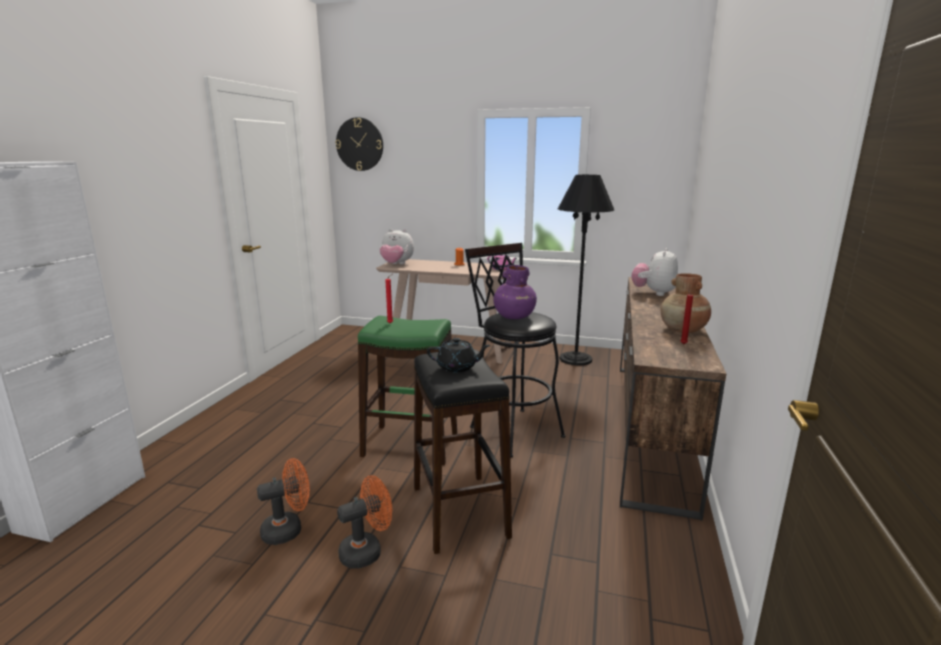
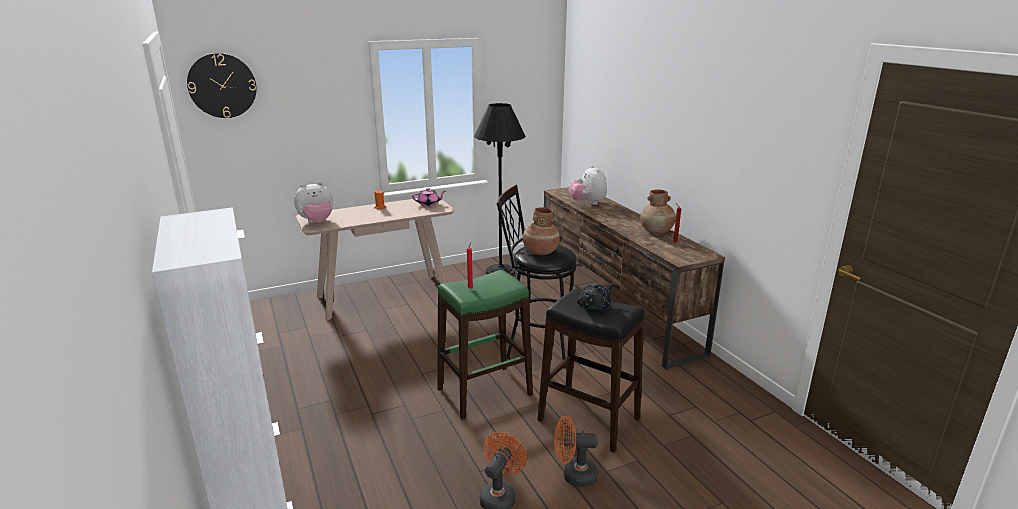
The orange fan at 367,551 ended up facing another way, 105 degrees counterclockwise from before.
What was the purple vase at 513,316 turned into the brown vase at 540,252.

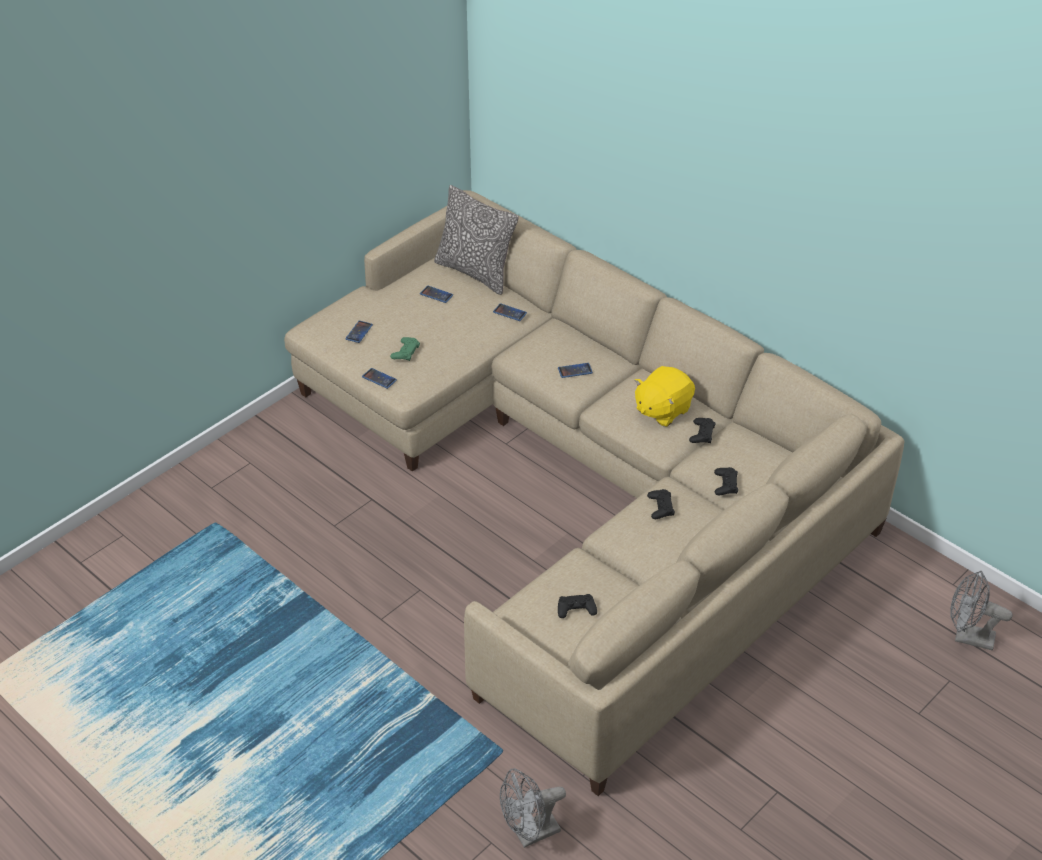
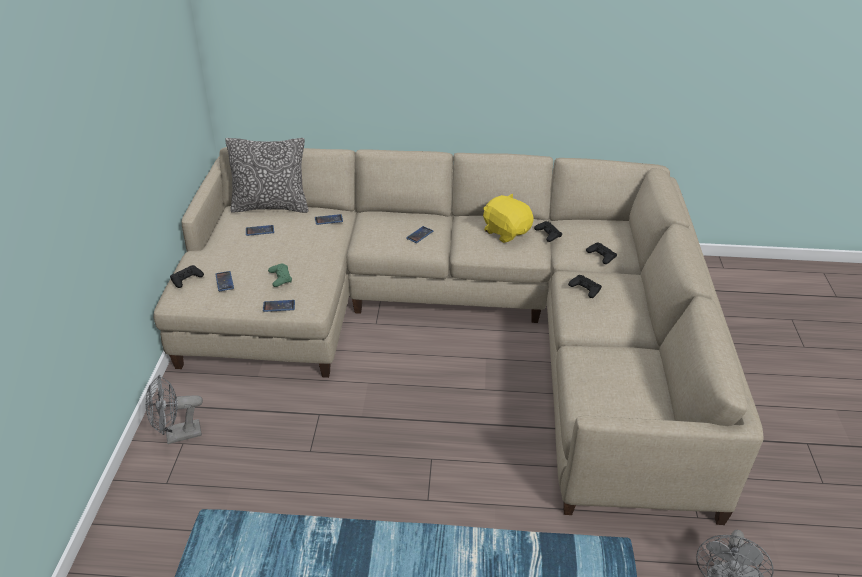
The black game controller ended up elsewhere, having gone from 576,609 to 186,279.
The yellow plush toy at 662,410 ended up facing another way, 135 degrees clockwise from before.
The grey fan ended up elsewhere, having gone from 967,637 to 177,435.

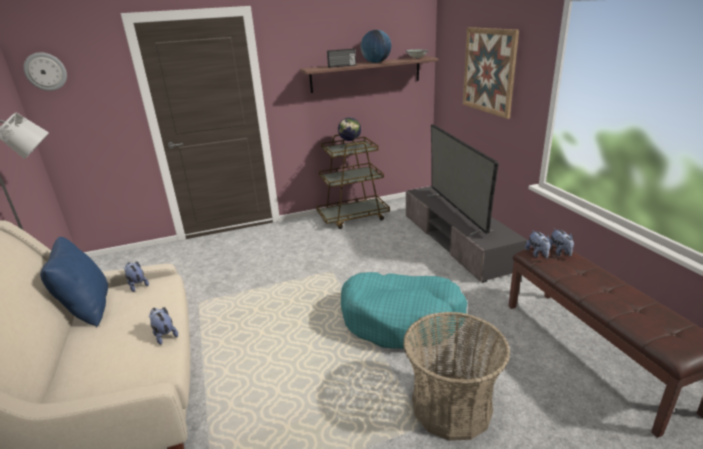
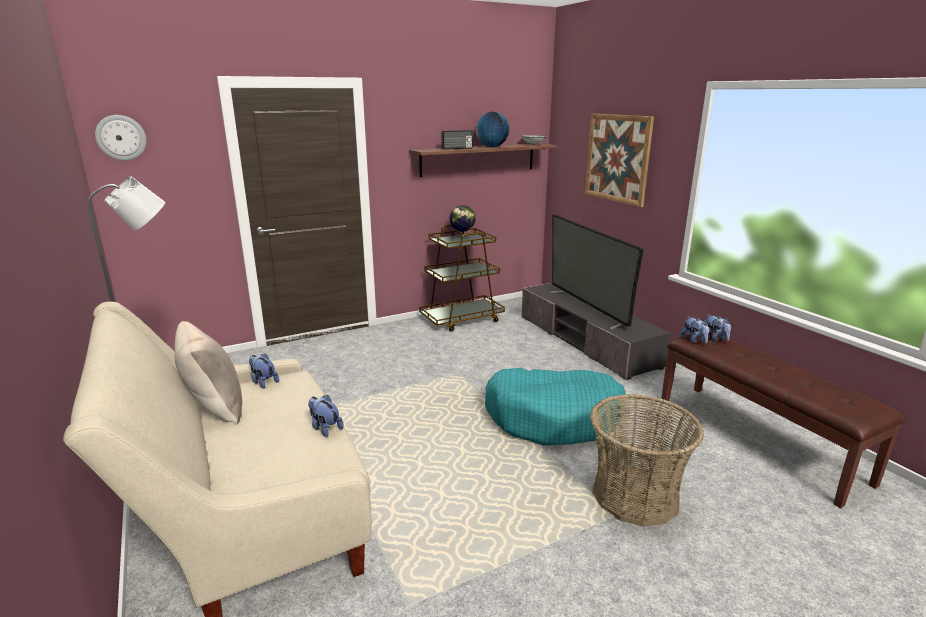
What was the blue pillow at 87,309 turned into the beige pillow at 214,407.

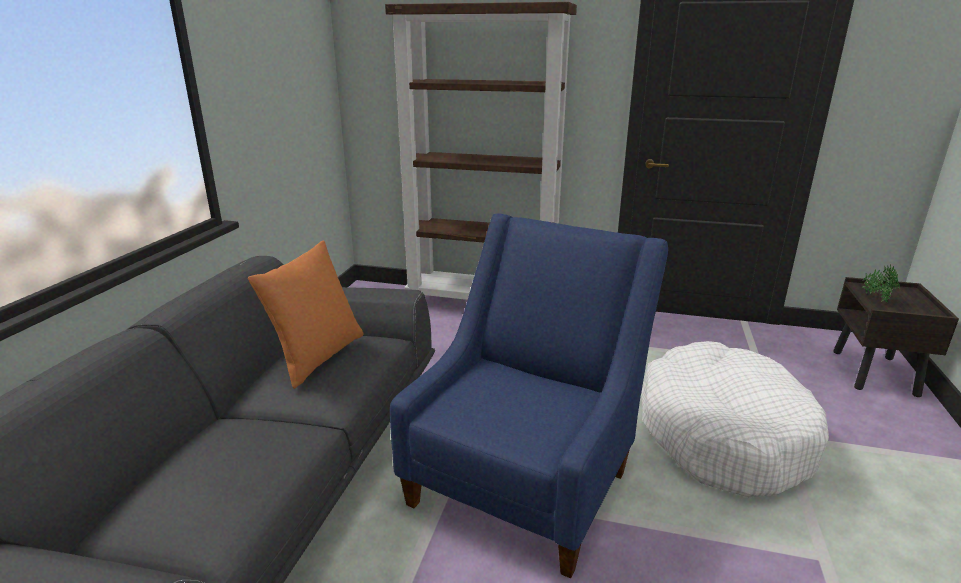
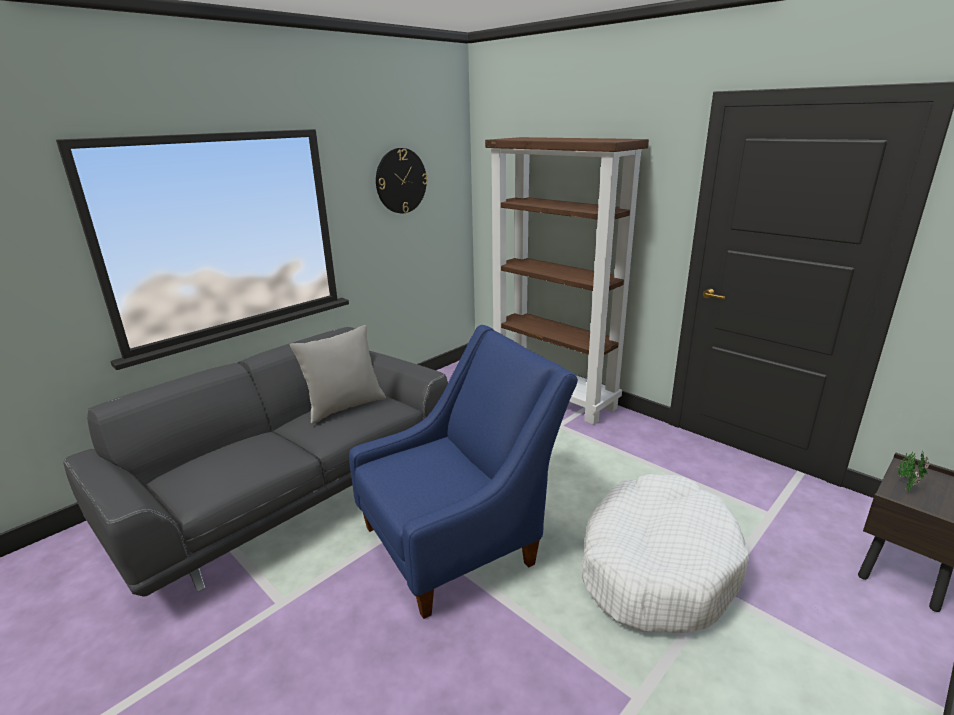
What was the orange pillow at 317,357 turned into the grey pillow at 344,407.
The second view gained the wall clock at 401,181.

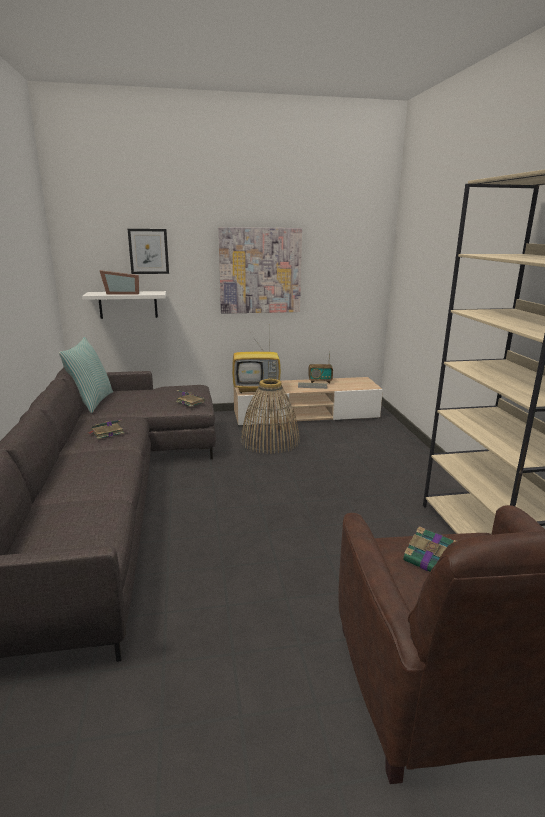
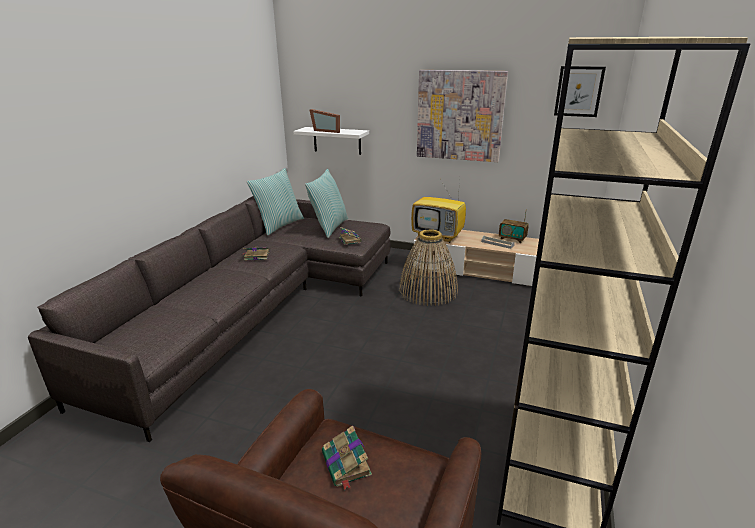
The picture ended up elsewhere, having gone from 148,251 to 578,91.
The second view gained the pillow at 329,227.

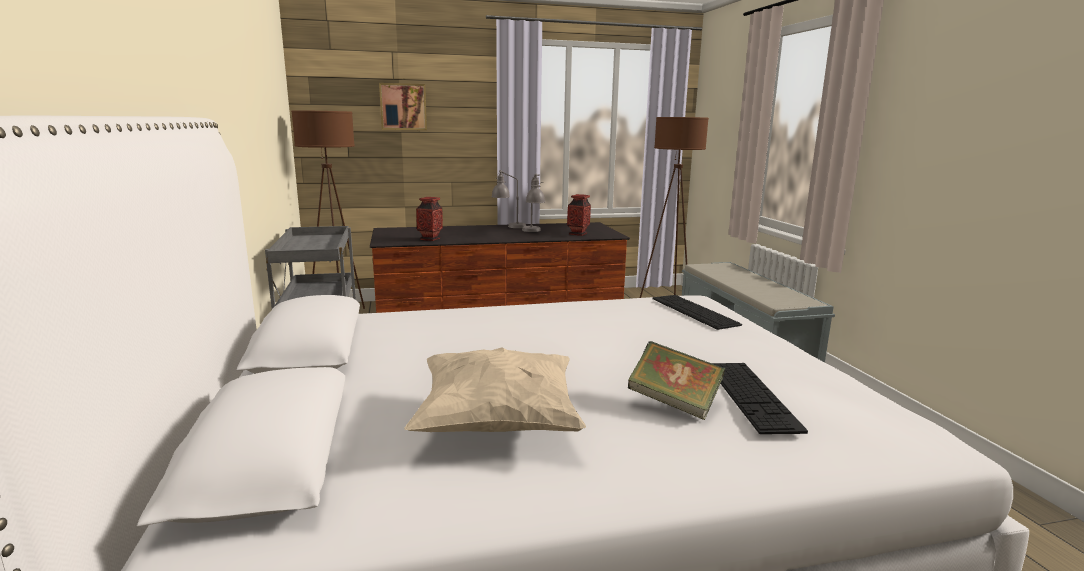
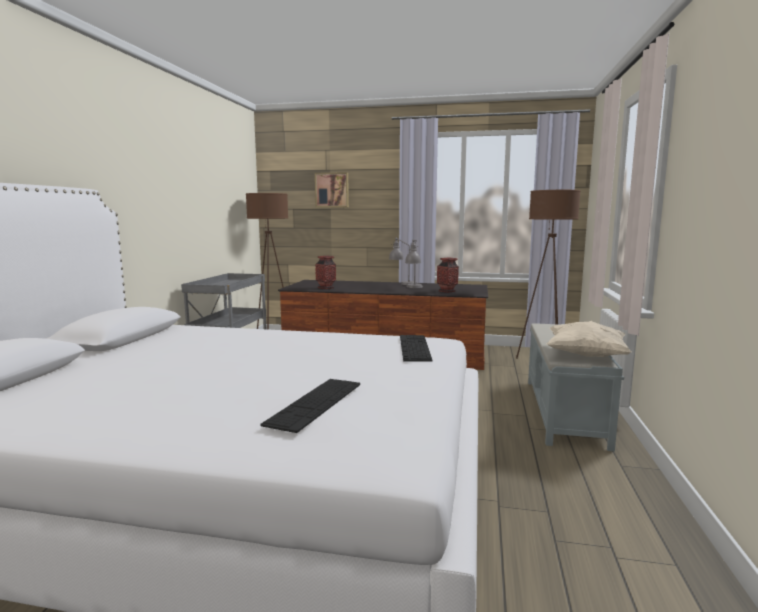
The beige pillow ended up elsewhere, having gone from 497,423 to 585,356.
The second view lost the book at 674,403.

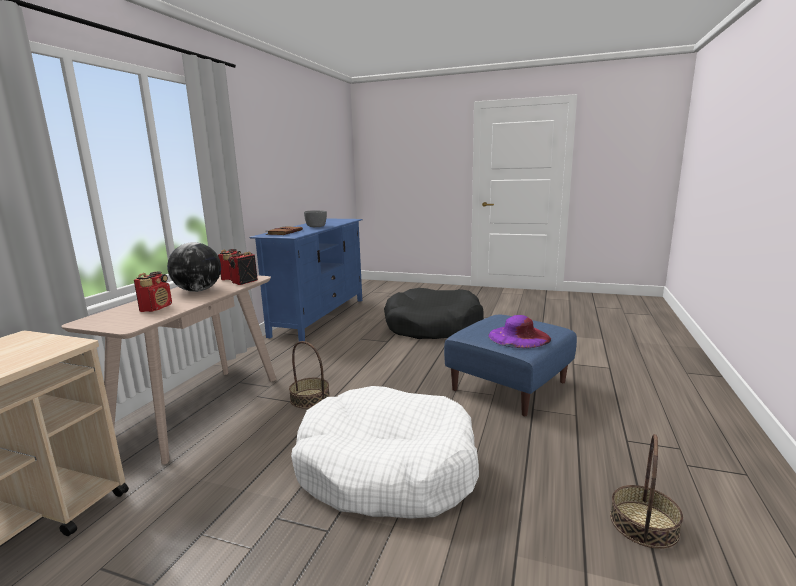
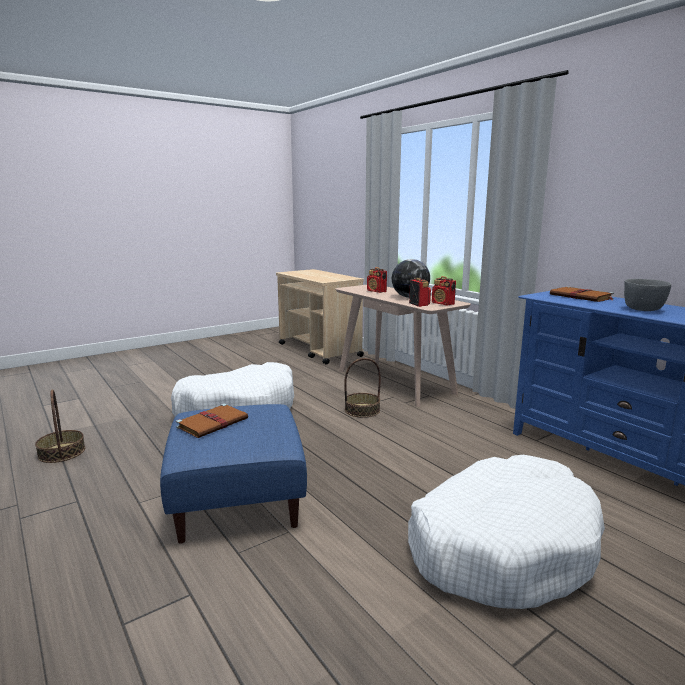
What was the black dog bed at 433,326 turned into the white dog bed at 501,546.
Where the purple hat stood at 519,336, the brown book came to stand at 213,423.

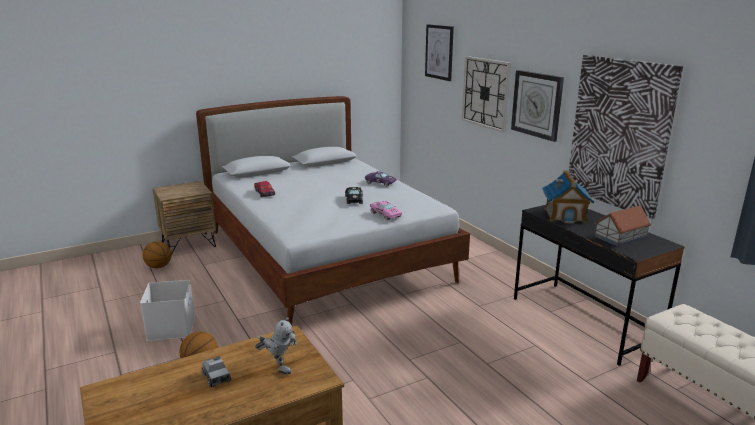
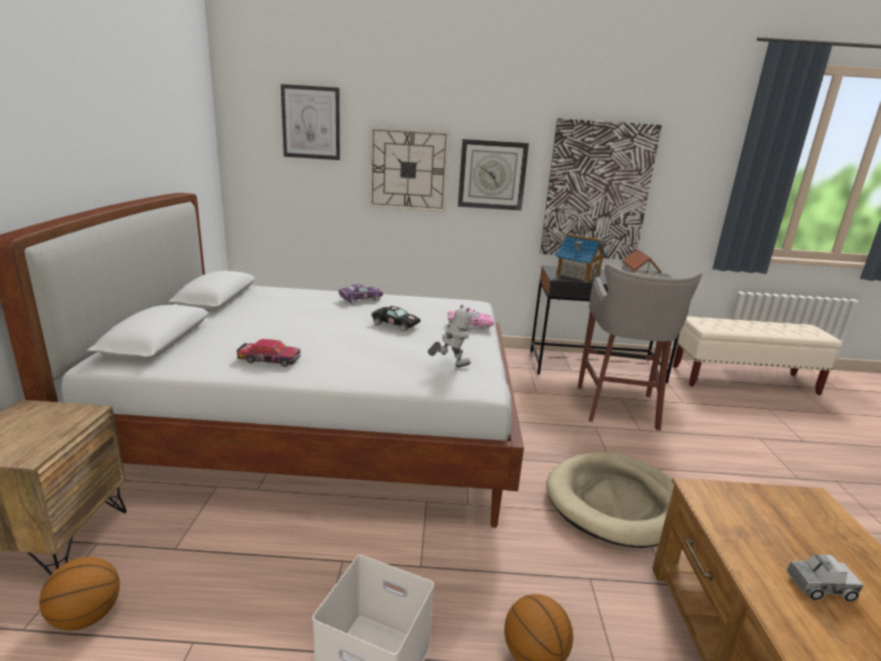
The toy robot ended up elsewhere, having gone from 278,367 to 450,366.
The second view gained the beige dog bed at 617,503.
The second view gained the grey stool at 618,408.

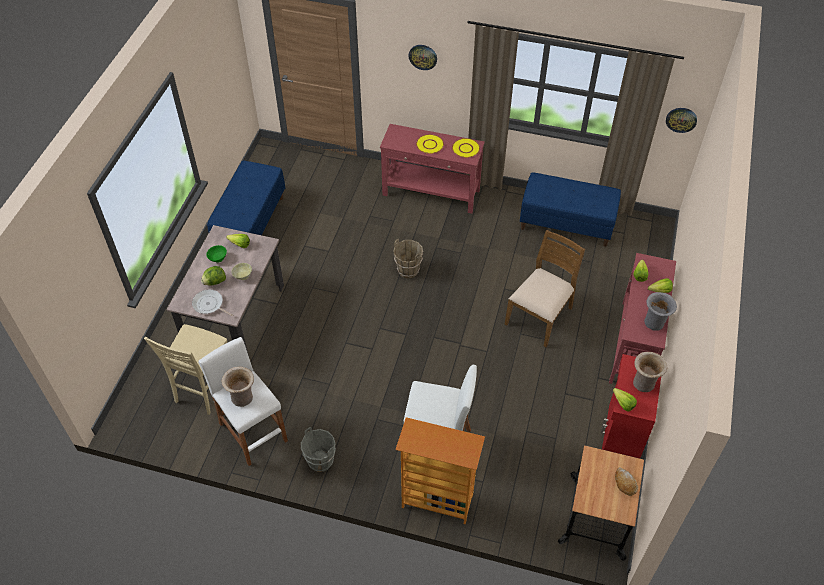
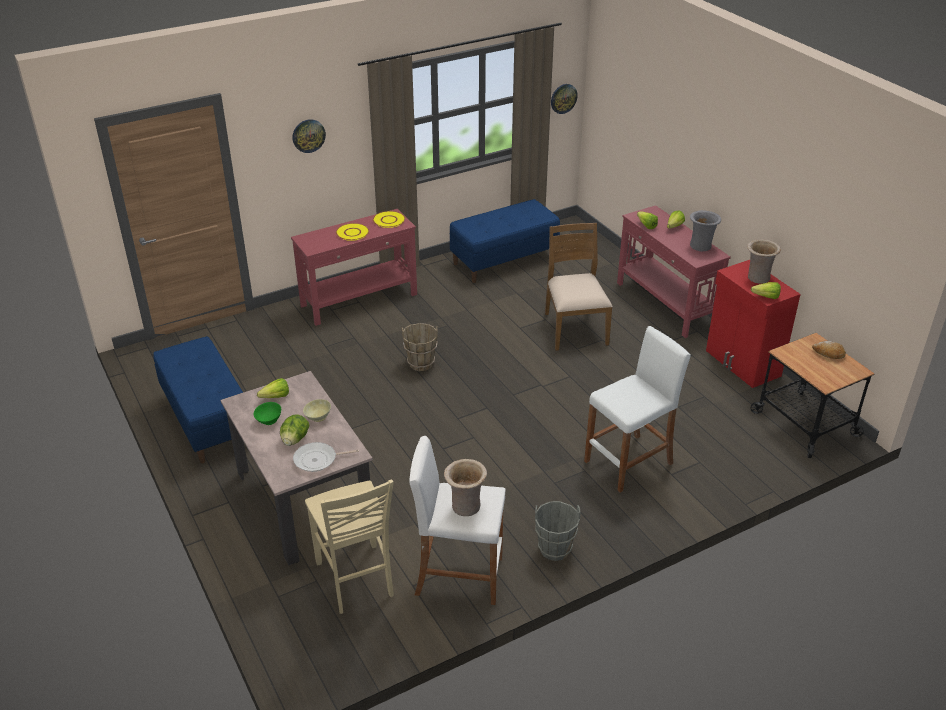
The second view lost the bookcase at 437,502.

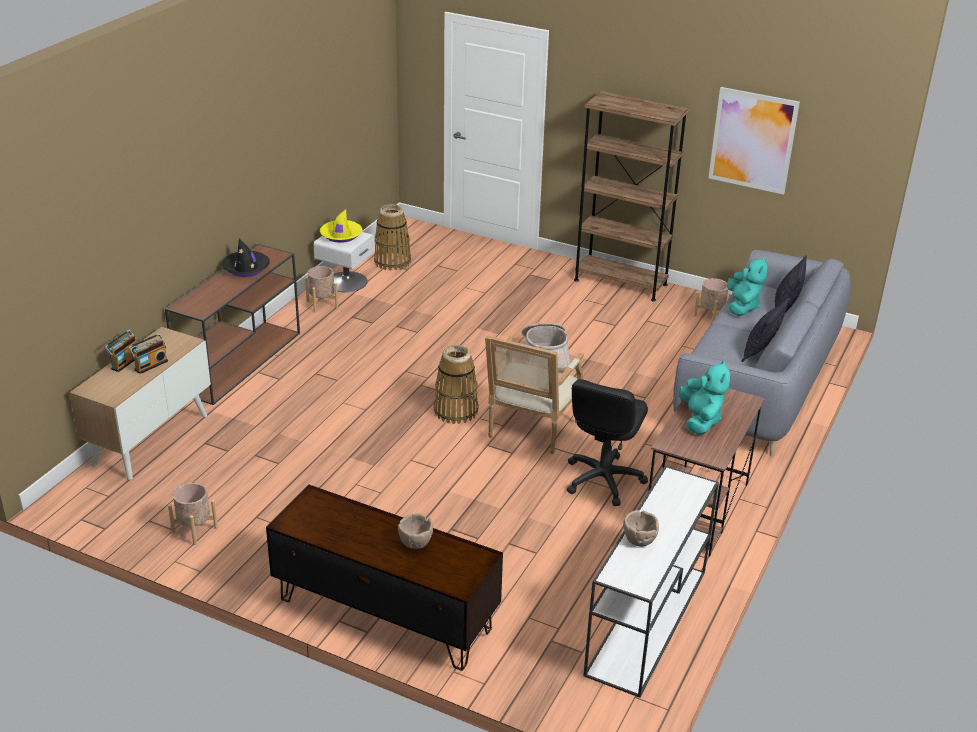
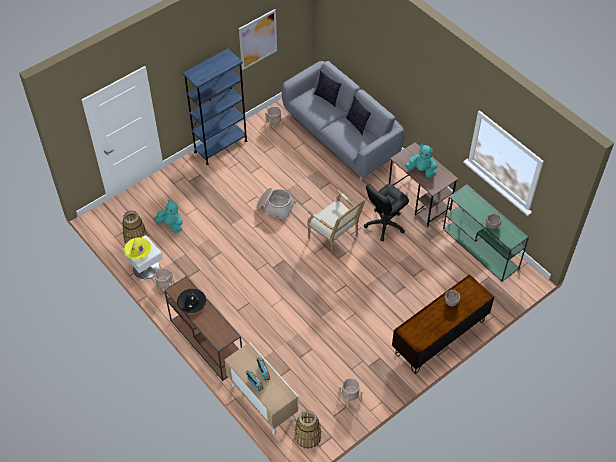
The basket ended up elsewhere, having gone from 455,411 to 307,436.
The black office chair at 603,480 ended up facing another way, 90 degrees clockwise from before.
What was the brown bookcase at 620,282 turned into the blue bookcase at 221,146.
What was the white console table at 646,623 turned into the green console table at 481,249.
The turquoise plush toy ended up elsewhere, having gone from 742,306 to 171,224.

